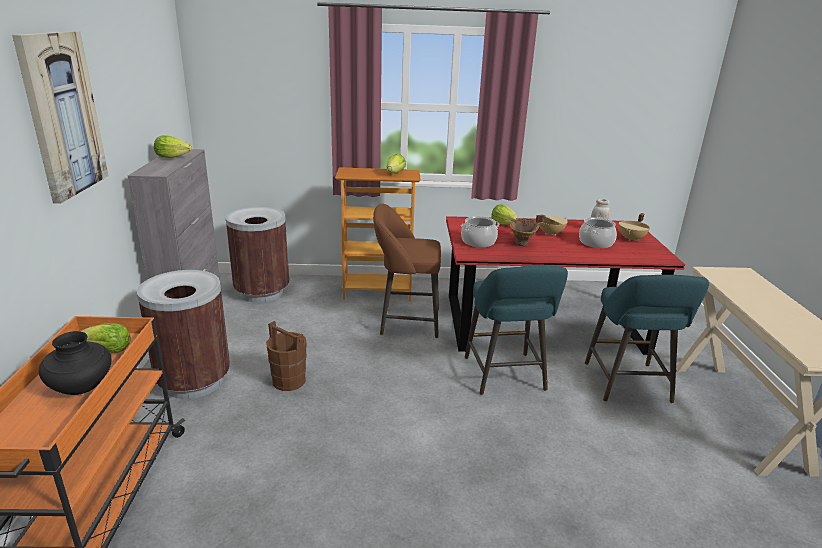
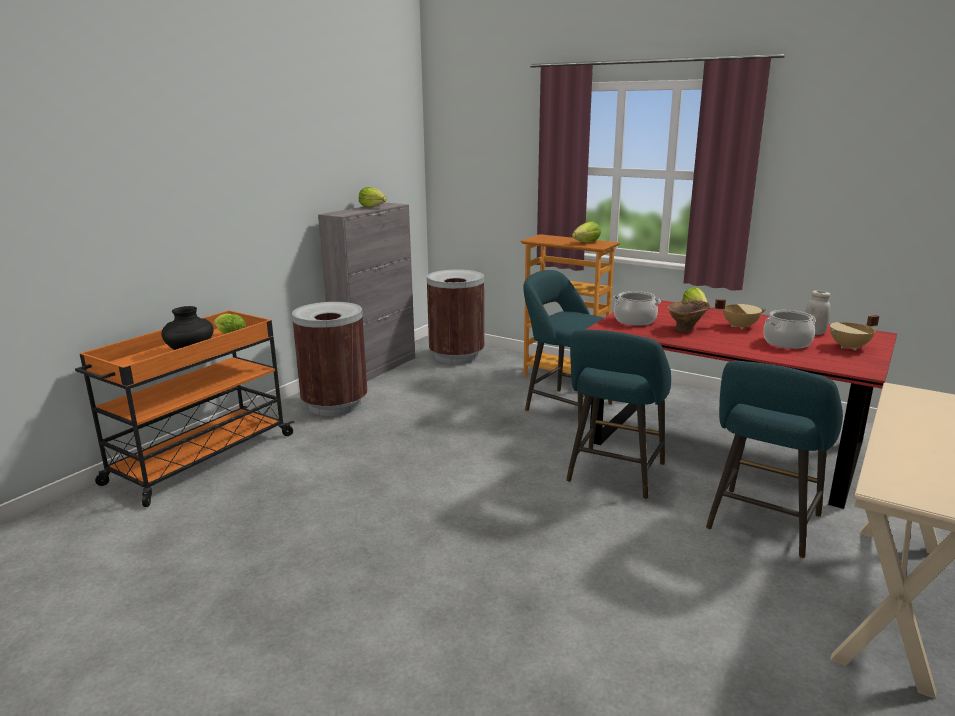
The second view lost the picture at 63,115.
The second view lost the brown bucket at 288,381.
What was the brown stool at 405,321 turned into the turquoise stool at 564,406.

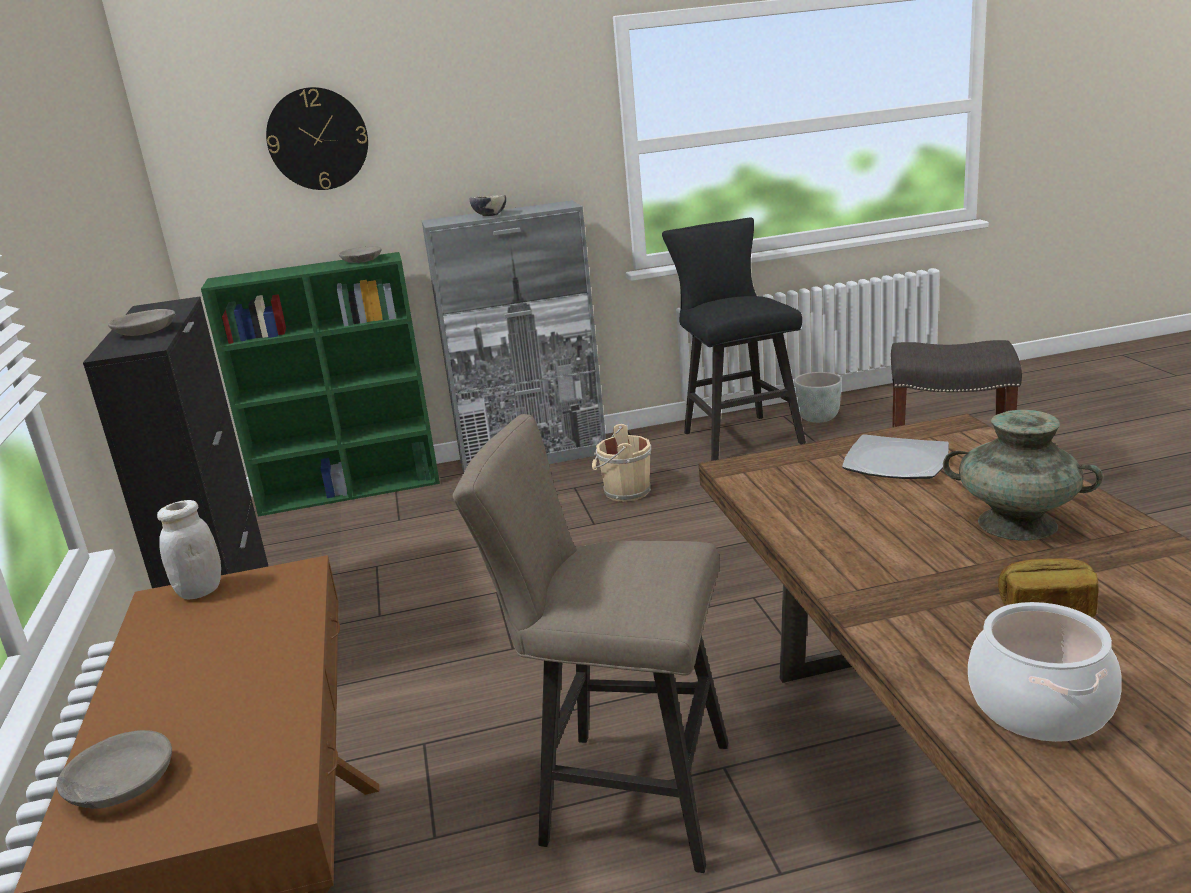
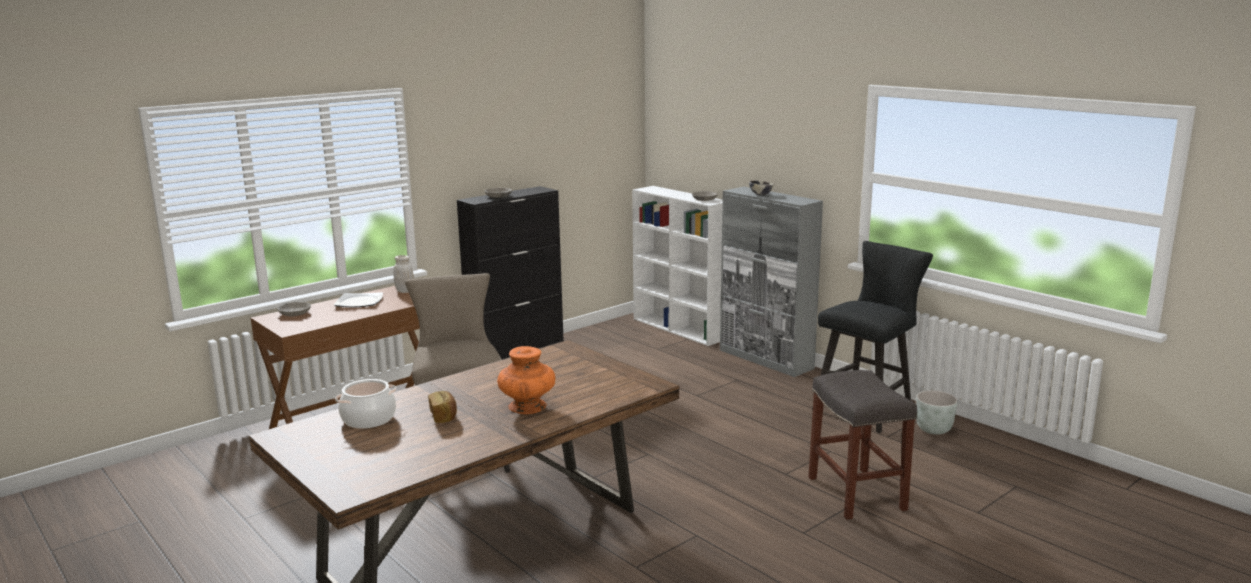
What was the green bookcase at 352,490 turned into the white bookcase at 680,329.
The second view lost the wall clock at 317,139.
The second view lost the beige bucket at 625,492.
The plate ended up elsewhere, having gone from 894,462 to 359,302.
What was the turquoise vase at 1016,524 turned into the orange vase at 527,406.

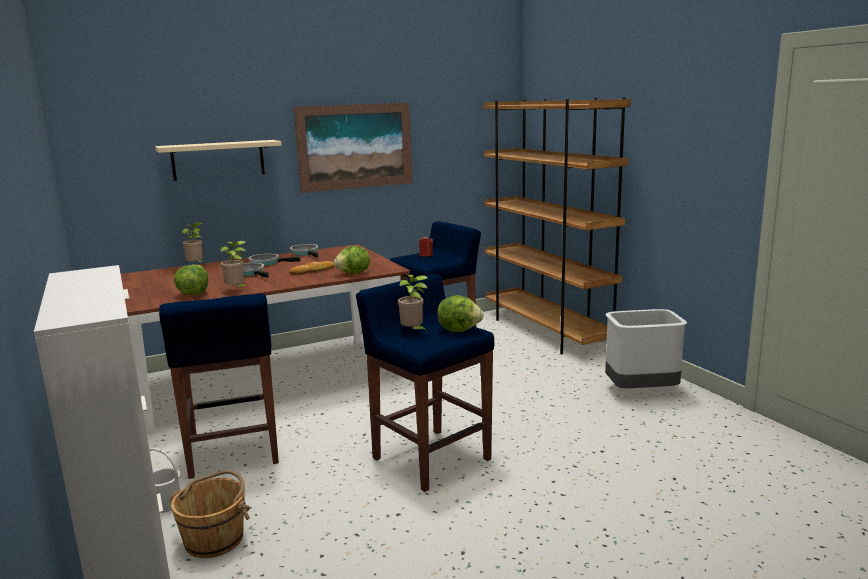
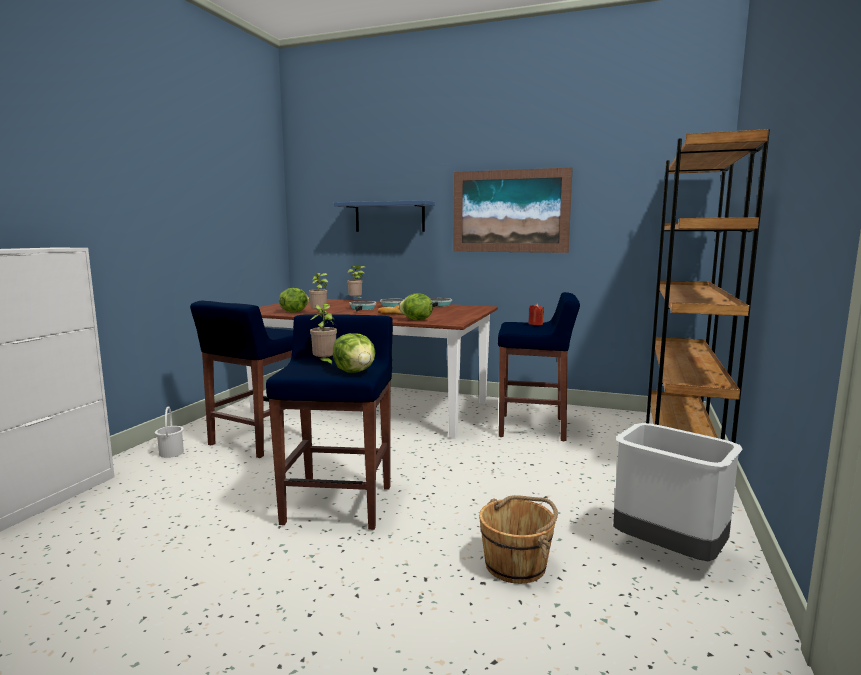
What was the beige shelf at 218,160 turned into the blue shelf at 389,217.
The brown bucket ended up elsewhere, having gone from 215,539 to 516,565.

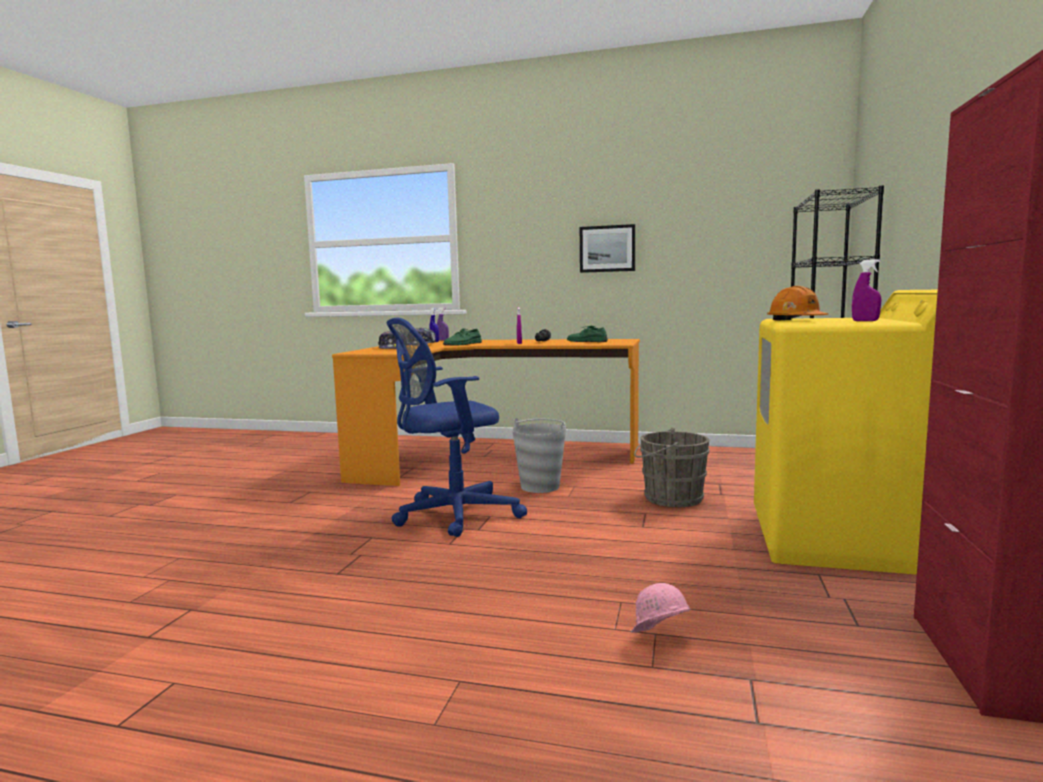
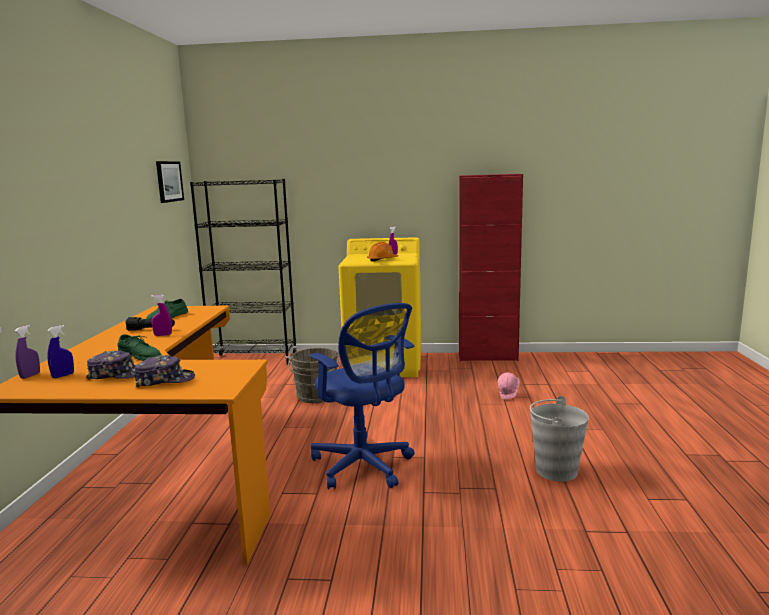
The grey bucket ended up elsewhere, having gone from 540,486 to 556,471.
The picture ended up elsewhere, having gone from 607,248 to 169,181.

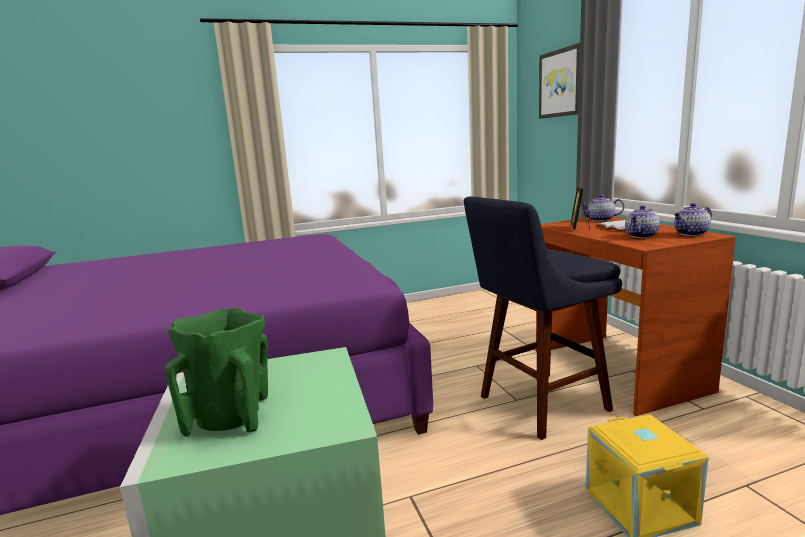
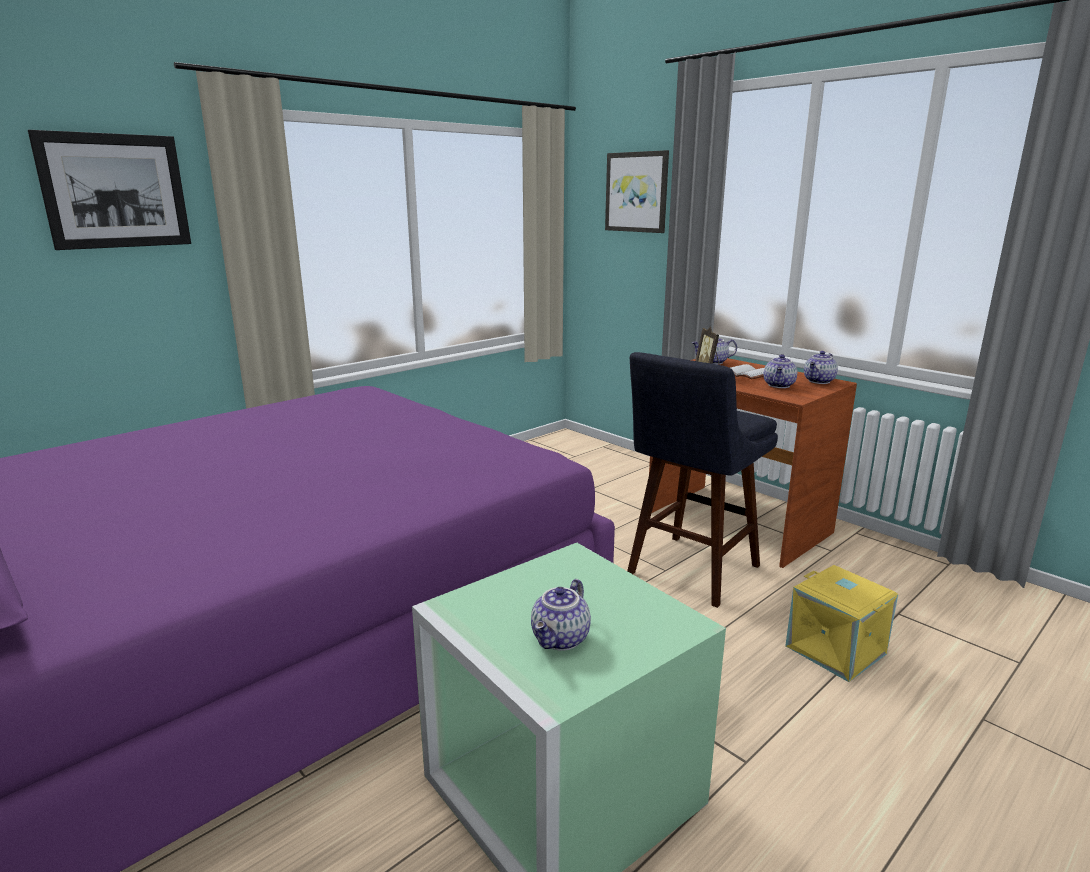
Where the green vase stood at 232,417, the teapot came to stand at 561,639.
The second view gained the picture at 115,191.

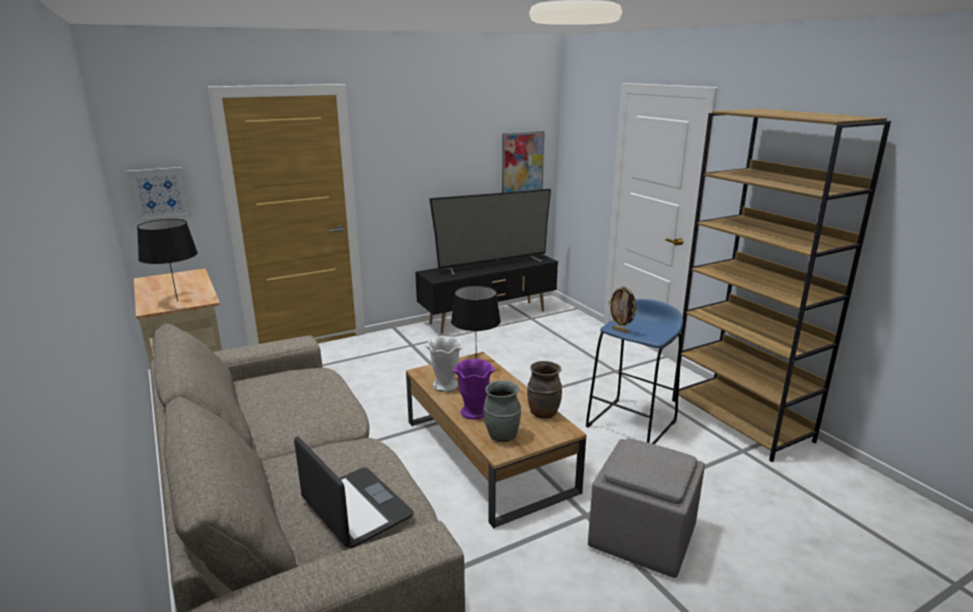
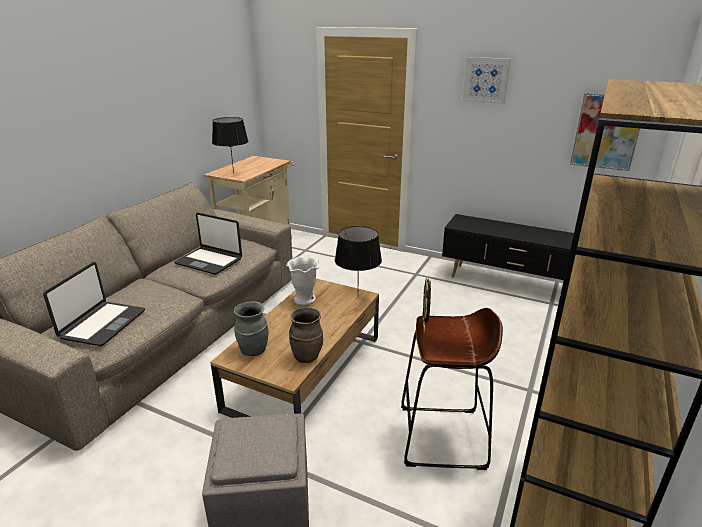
The picture ended up elsewhere, having gone from 159,193 to 486,80.
The second view lost the television at 493,265.
The second view lost the purple vase at 474,412.
What was the blue stool at 632,424 turned into the brown stool at 442,437.
The second view gained the laptop at 209,261.

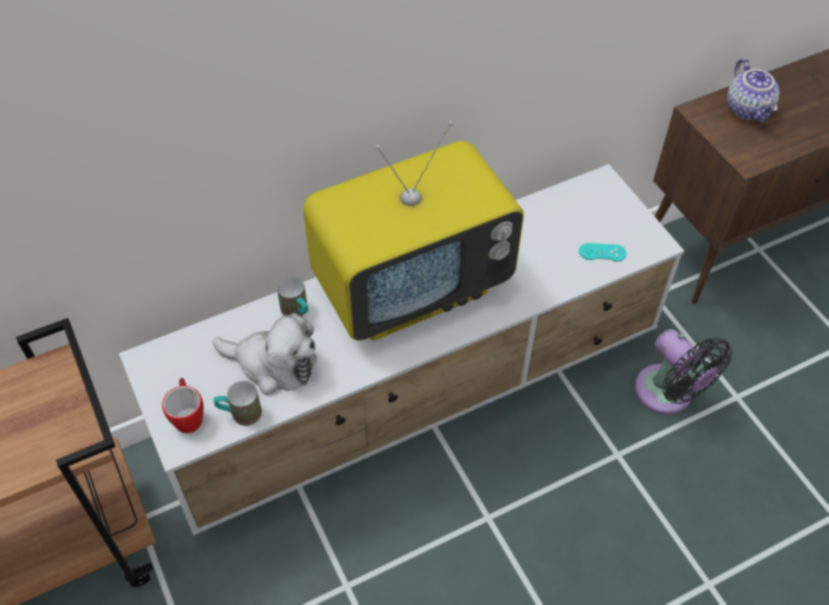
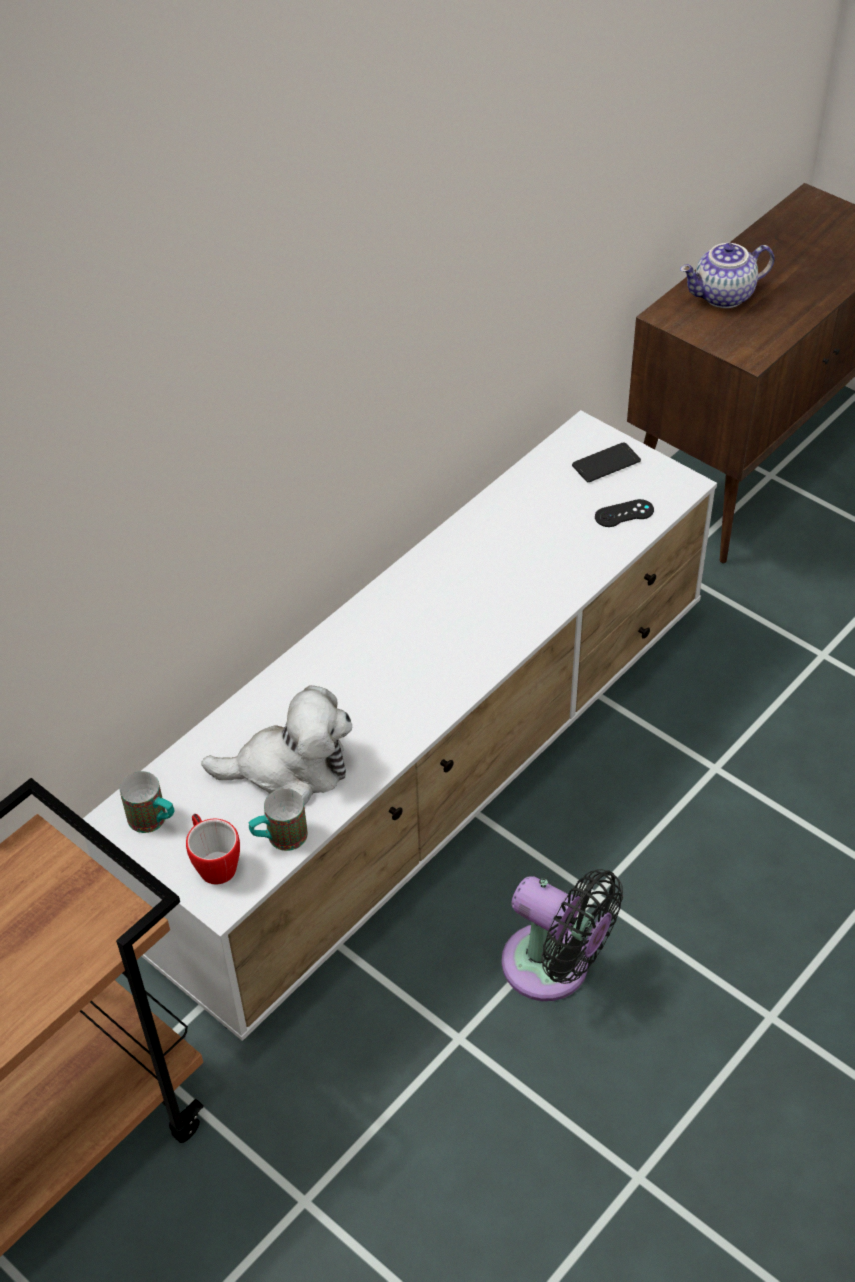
The mug ended up elsewhere, having gone from 297,312 to 154,821.
The second view lost the television at 412,287.
What was the turquoise game controller at 602,252 turned into the black game controller at 624,513.
The black fan ended up elsewhere, having gone from 668,395 to 554,968.
The teapot at 749,110 ended up facing another way, 105 degrees clockwise from before.
The second view gained the phone at 606,463.

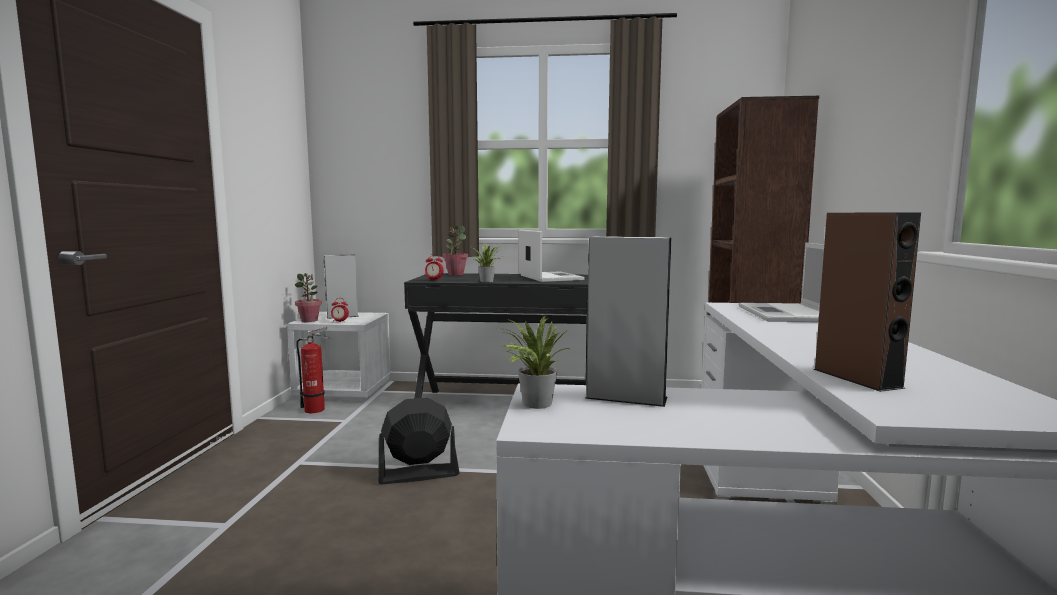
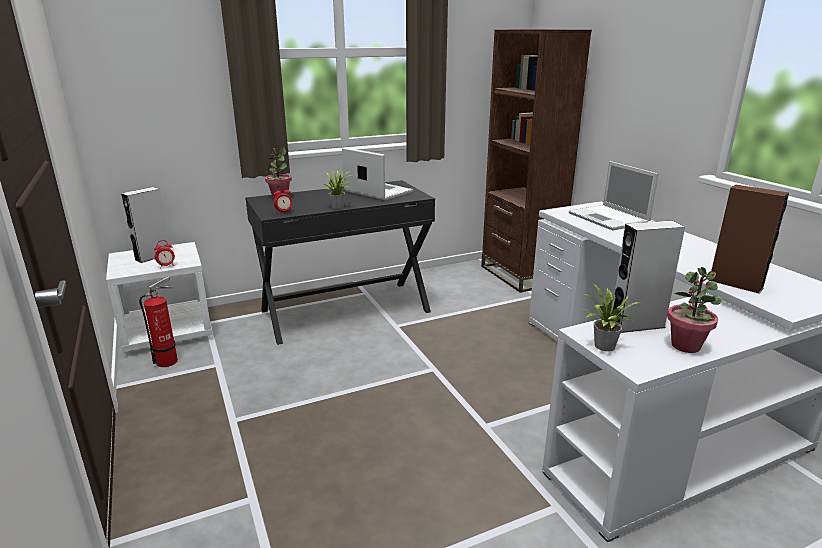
The potted plant ended up elsewhere, having gone from 309,320 to 686,346.
The second view lost the black fan at 418,474.

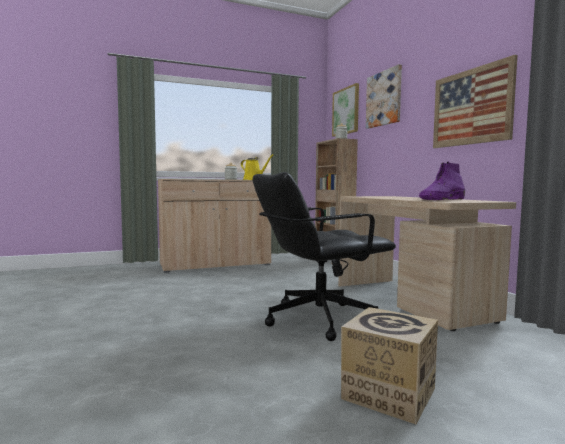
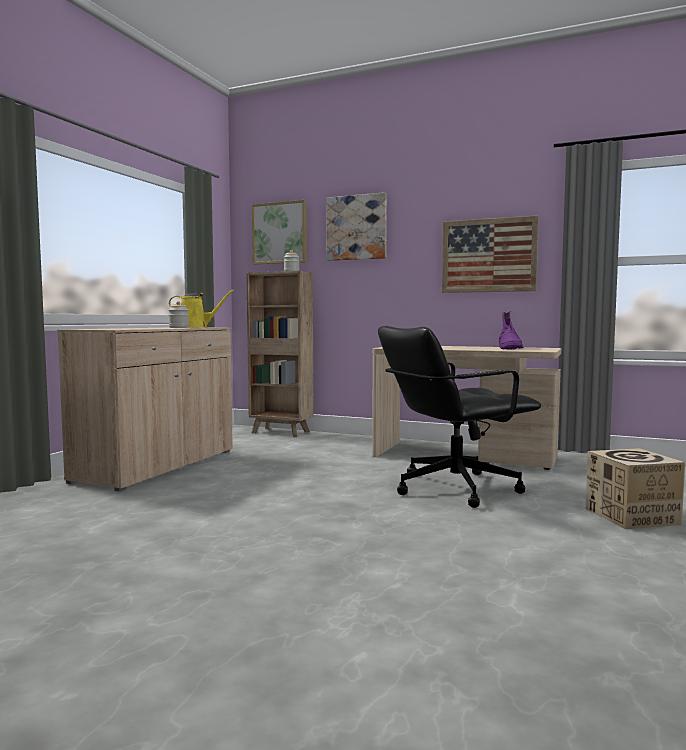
The black office chair at 318,319 ended up facing another way, 45 degrees clockwise from before.

